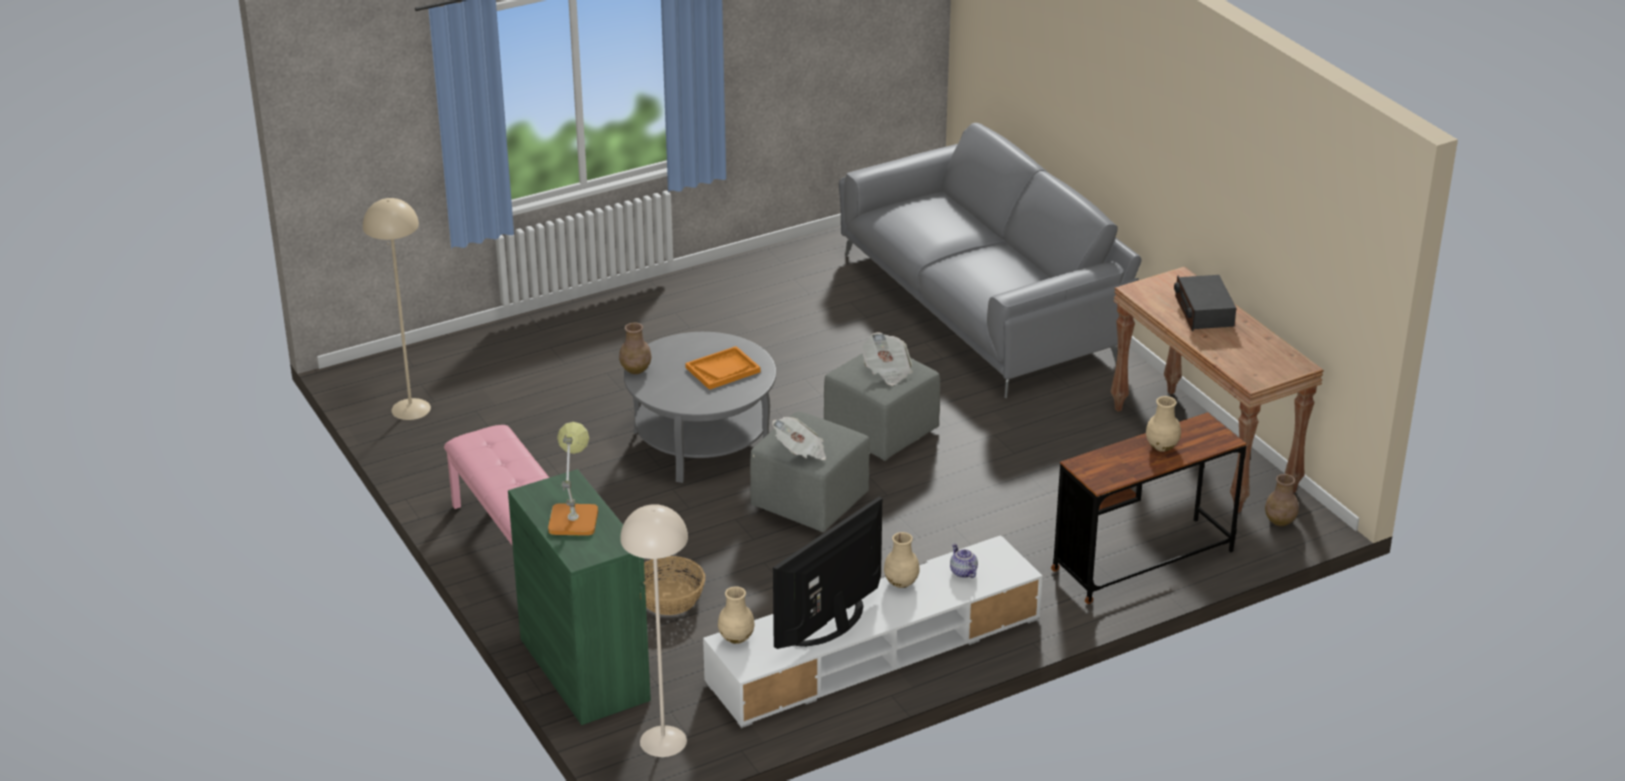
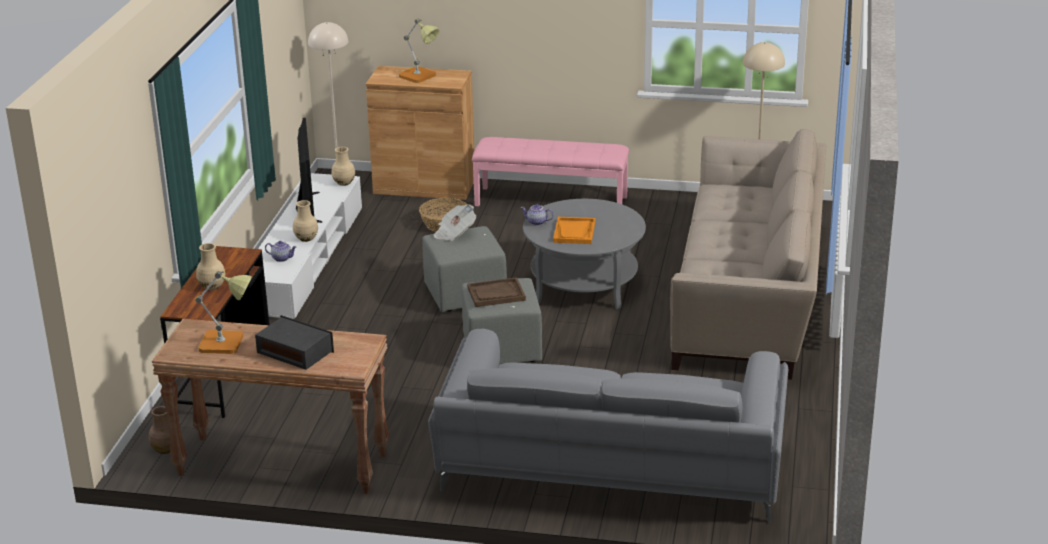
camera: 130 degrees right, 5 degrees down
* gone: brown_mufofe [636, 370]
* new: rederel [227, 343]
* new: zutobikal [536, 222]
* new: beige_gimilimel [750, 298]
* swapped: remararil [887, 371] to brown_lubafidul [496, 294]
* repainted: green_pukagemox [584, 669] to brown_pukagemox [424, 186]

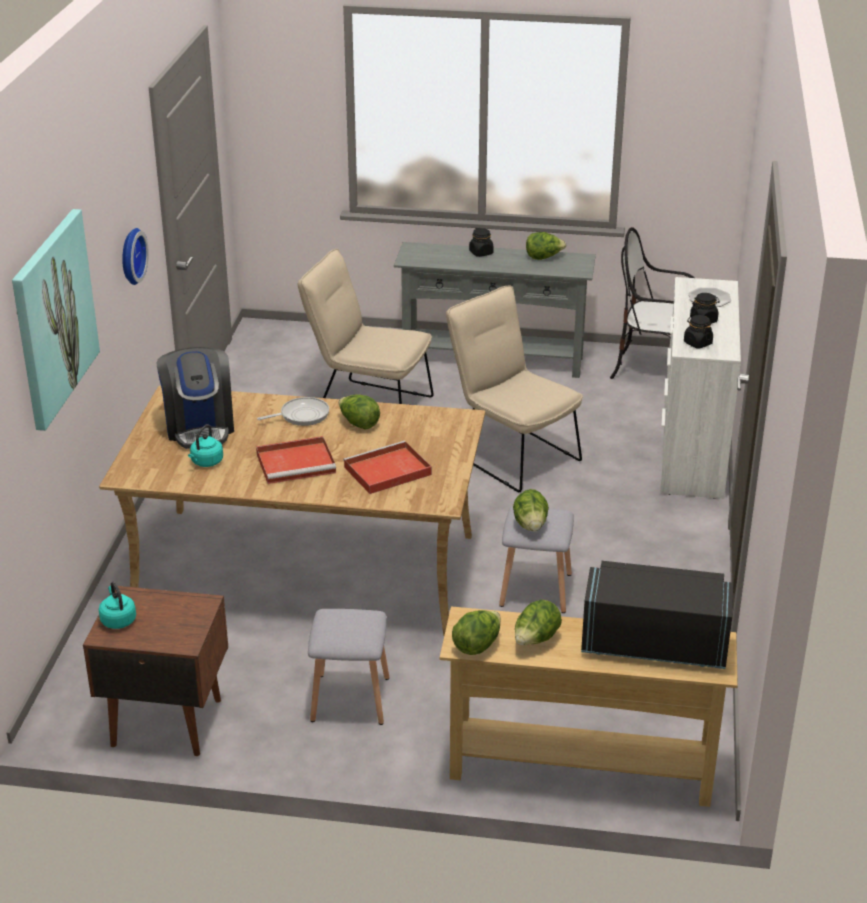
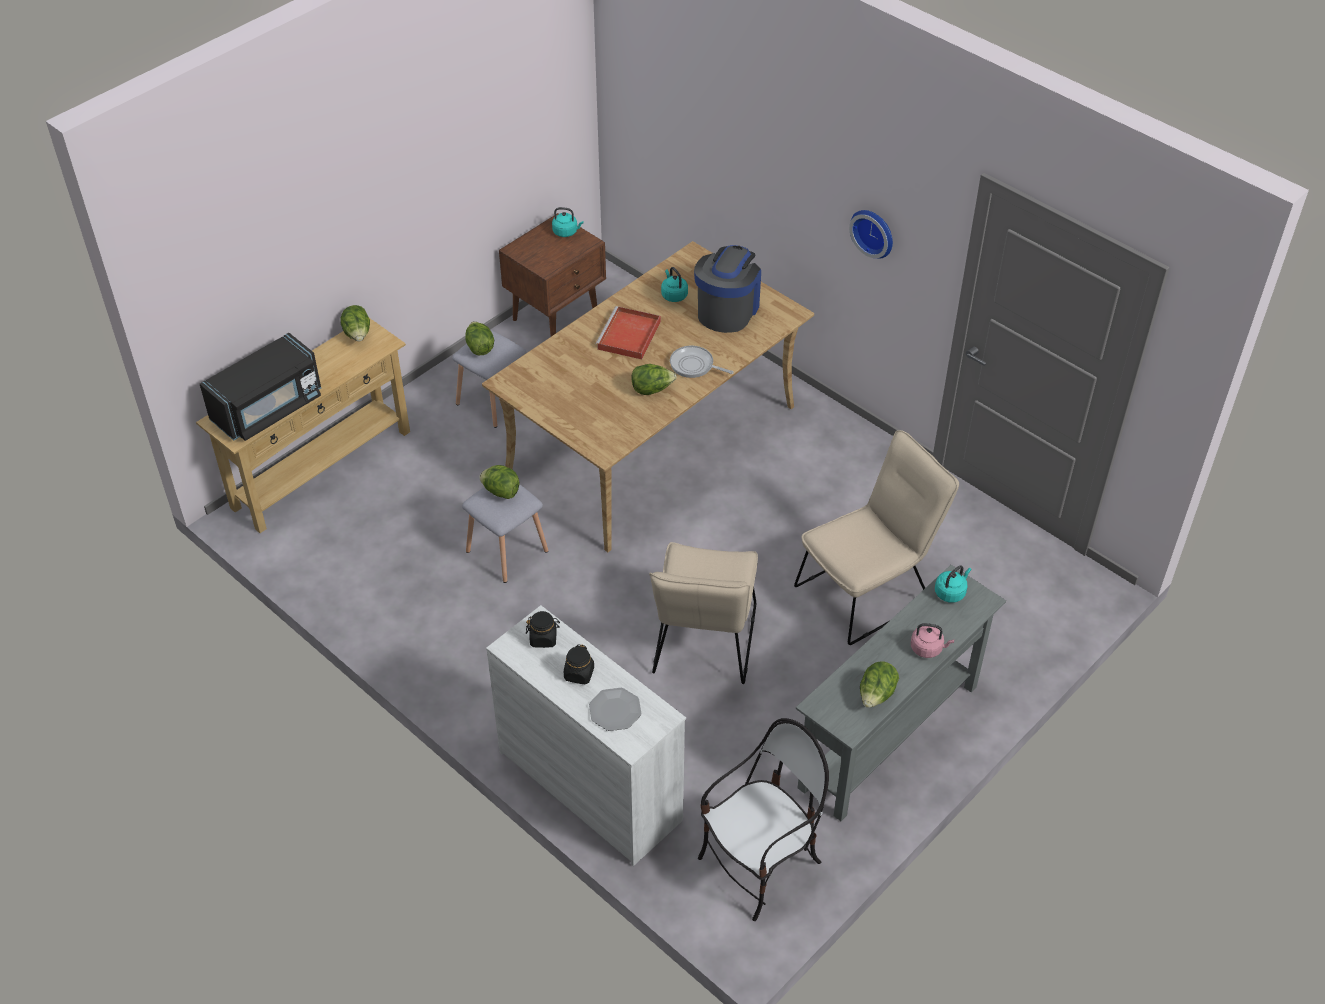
camera: 125 degrees right, 15 degrees up
* gone: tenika [53, 317]
* gone: red_lubafidul [386, 471]
* new: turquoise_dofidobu [951, 592]
* shifted: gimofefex [536, 640] to [479, 347]
* swapped: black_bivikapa [481, 253] to pink_dofidobu [928, 648]
* rotated: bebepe [200, 427] = [727, 309] 90 degrees clockwise
* rotated: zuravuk [301, 415] = [694, 365] 105 degrees clockwise
* rotated: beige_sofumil [510, 454] = [703, 646] 105 degrees clockwise

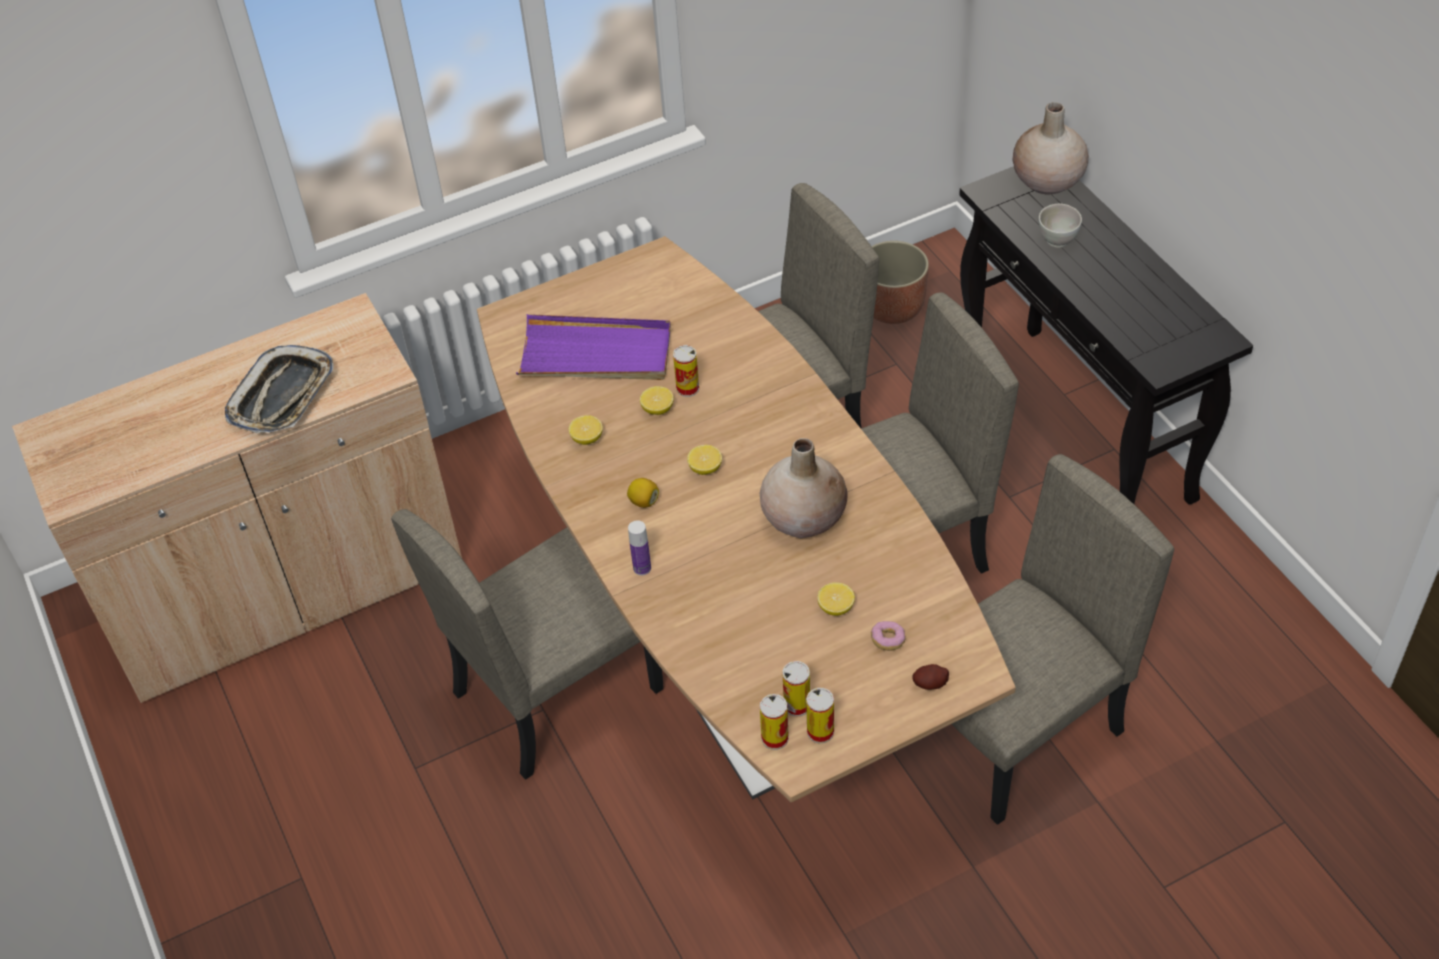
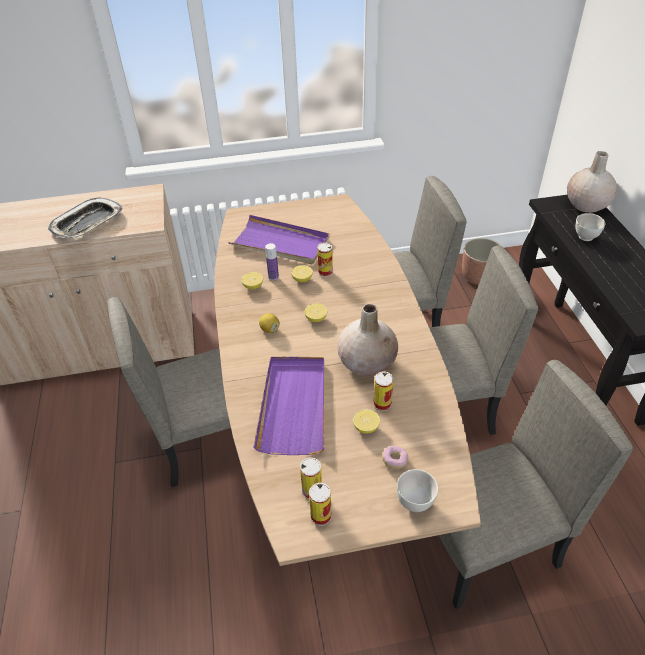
camera: 15 degrees right, 5 degrees down
* new: purple_lubafidul [294, 405]
* shifted: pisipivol [642, 568] to [273, 277]
* shifted: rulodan [775, 738] to [382, 404]
* swapped: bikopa [930, 683] to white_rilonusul [415, 502]

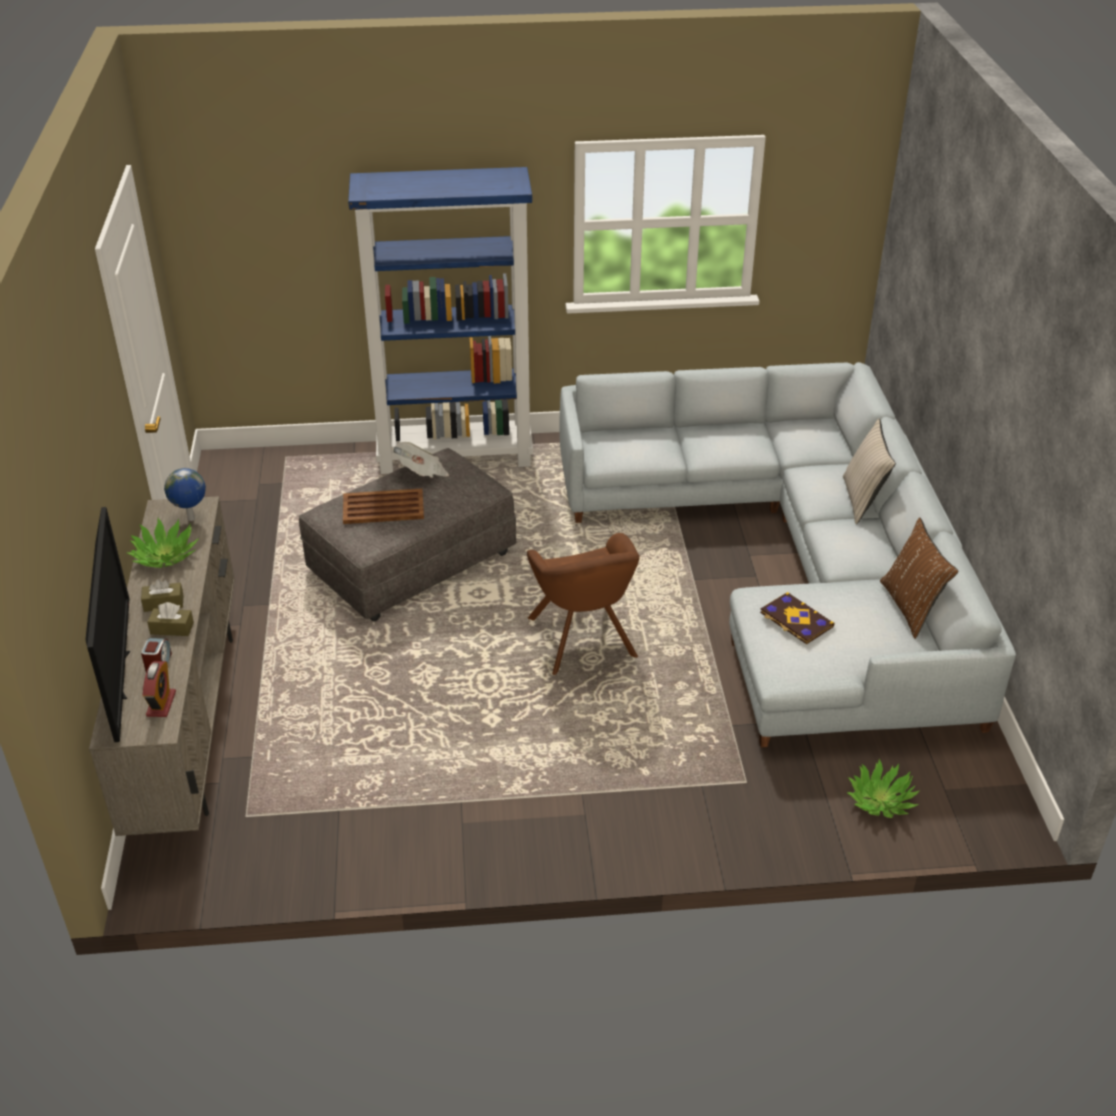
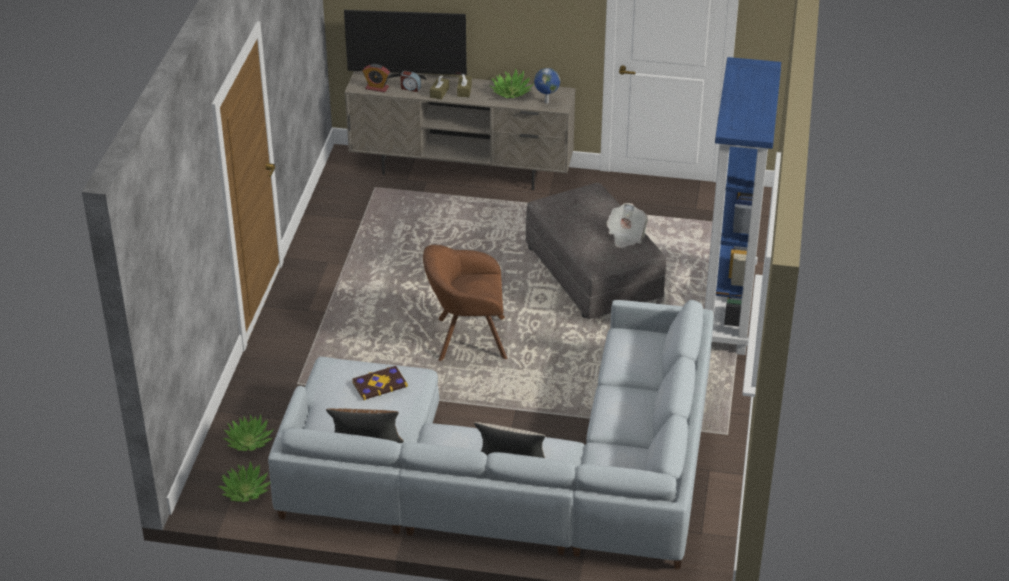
camera: 105 degrees right, 0 degrees up
* gone: brown_lubafidul [382, 507]
* new: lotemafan [245, 491]

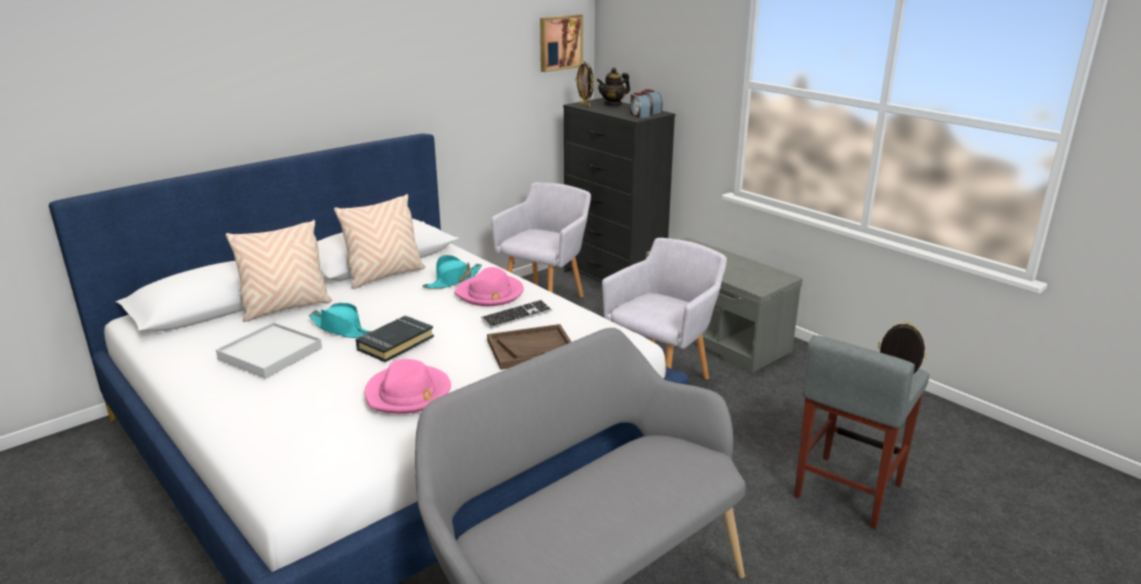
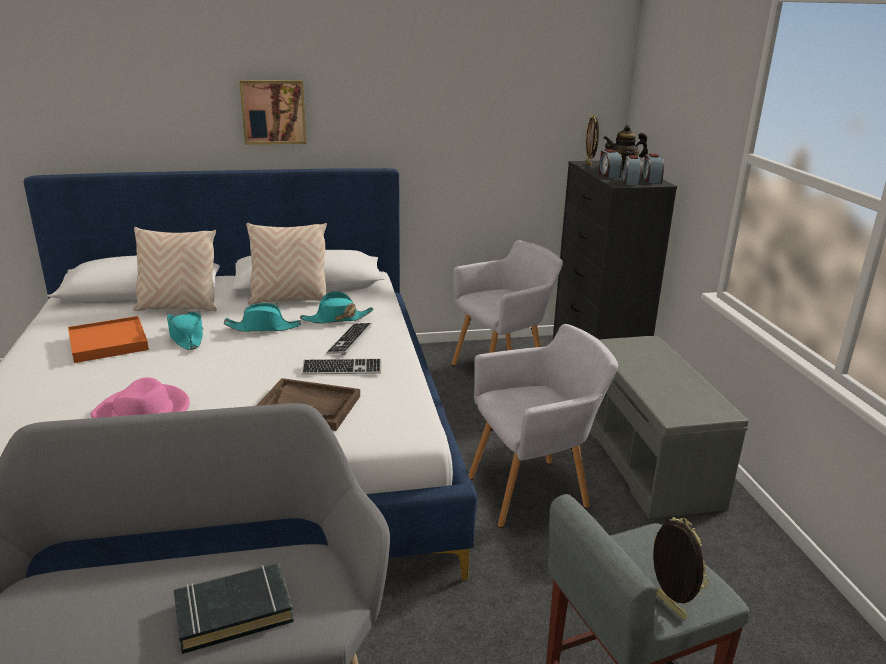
camera: 30 degrees right, 0 degrees up
* new: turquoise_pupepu [263, 327]
* new: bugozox [608, 175]
* shifted: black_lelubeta [395, 343] to [234, 612]
* shifted: tenika [559, 42] to [273, 112]
* swapped: pink_pupepu [490, 294] to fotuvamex [350, 340]
* repainted: white_lubafidul [270, 353] to orange_lubafidul [109, 343]

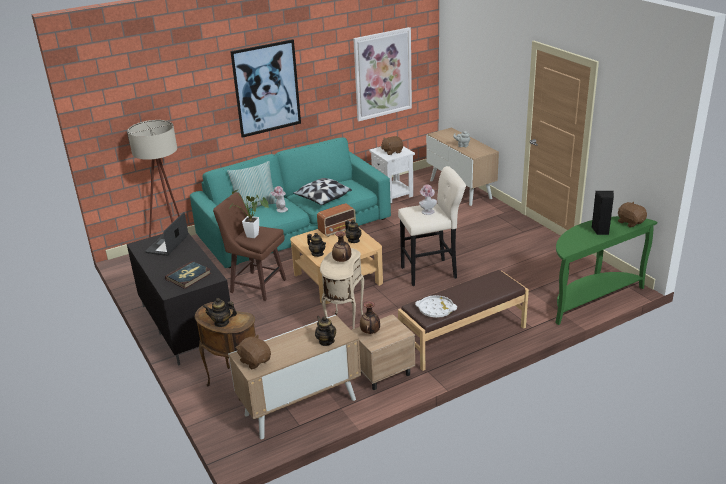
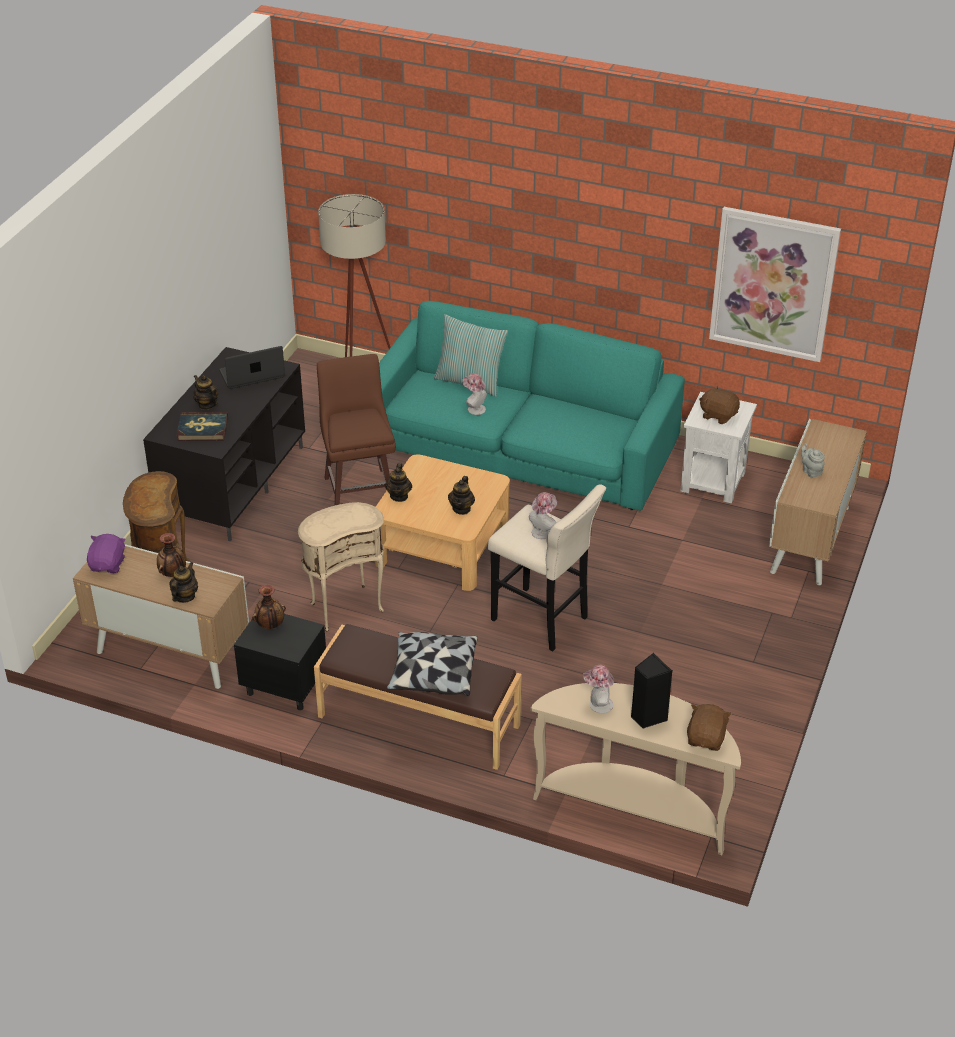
camera: 50 degrees right, 10 degrees up
* gone: lotemafan [255, 236]
* gone: tenika [266, 88]
* gone: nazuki [337, 230]
* gone: white_lubafidul [436, 309]
* new: pupepu [598, 705]
* shifted: zutobikal [221, 323] to [207, 405]
* shifted: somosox [322, 199] to [432, 674]
* shifted: mufofe [342, 261] to [173, 573]
* repainted: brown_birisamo [255, 361] to purple_birisamo [108, 565]
* repainted: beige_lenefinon [382, 373] to black_lenefinon [283, 686]
* repainted: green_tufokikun [590, 299] to beige_tufokikun [634, 808]

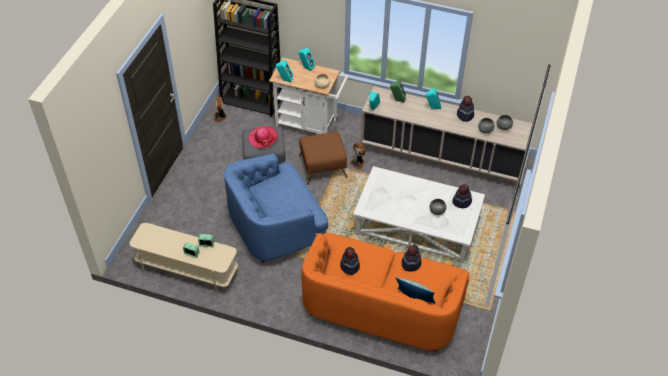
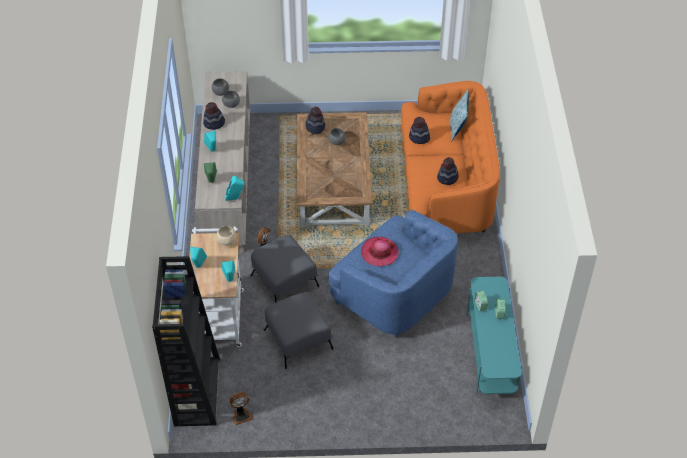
camera: 110 degrees left, 0 degrees up
* shifted: pupepu [263, 138] to [379, 253]
* repainted: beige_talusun [187, 270] to turquoise_talusun [490, 352]
* repainted: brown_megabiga [323, 166] to grey_megabiga [284, 280]
* repainted: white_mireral [416, 225] to brown_mireral [334, 182]

